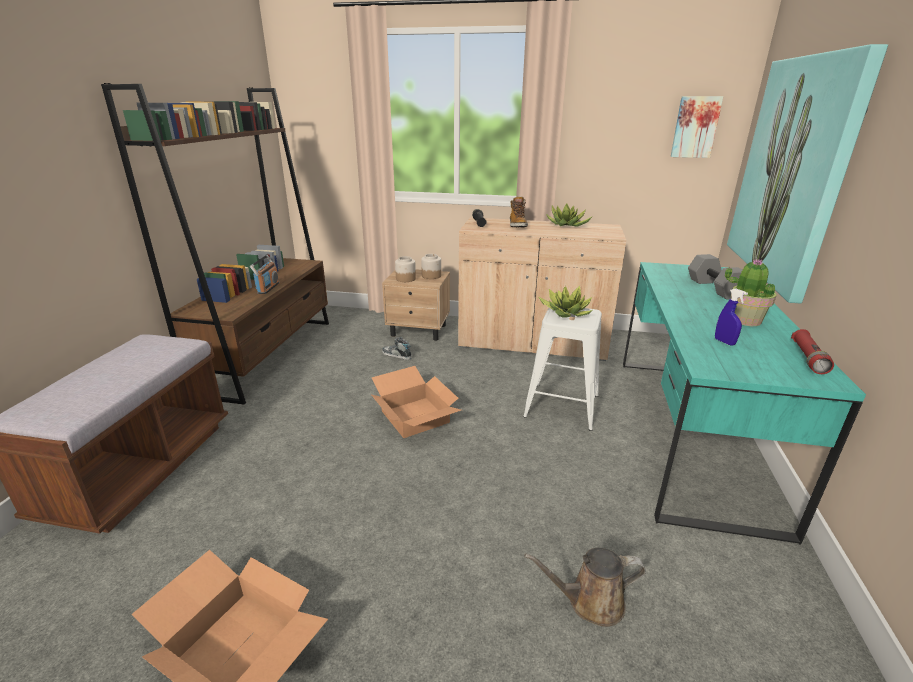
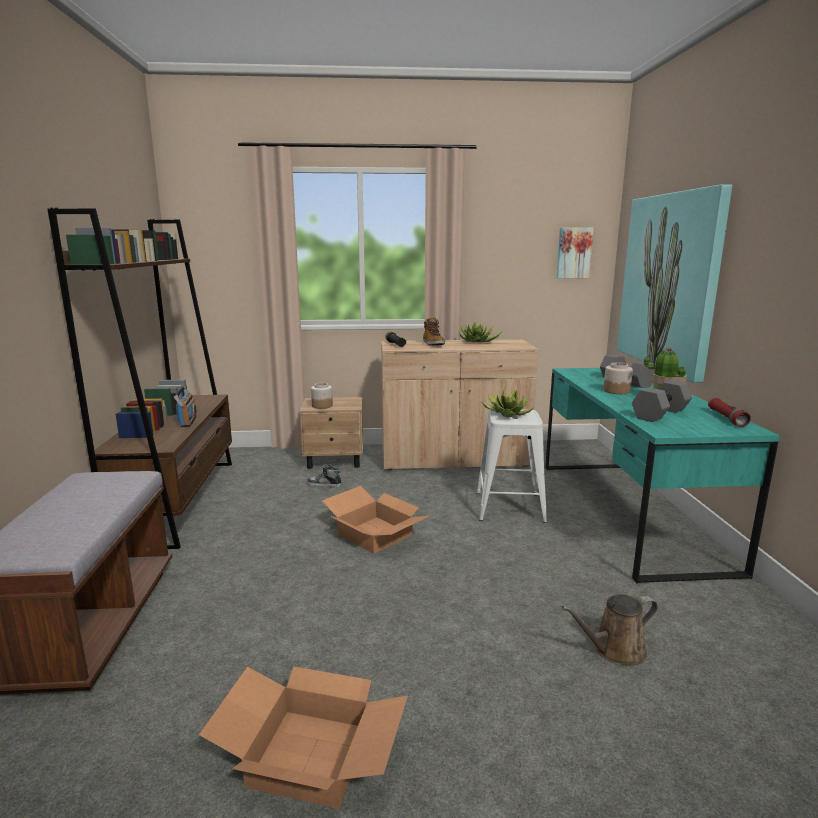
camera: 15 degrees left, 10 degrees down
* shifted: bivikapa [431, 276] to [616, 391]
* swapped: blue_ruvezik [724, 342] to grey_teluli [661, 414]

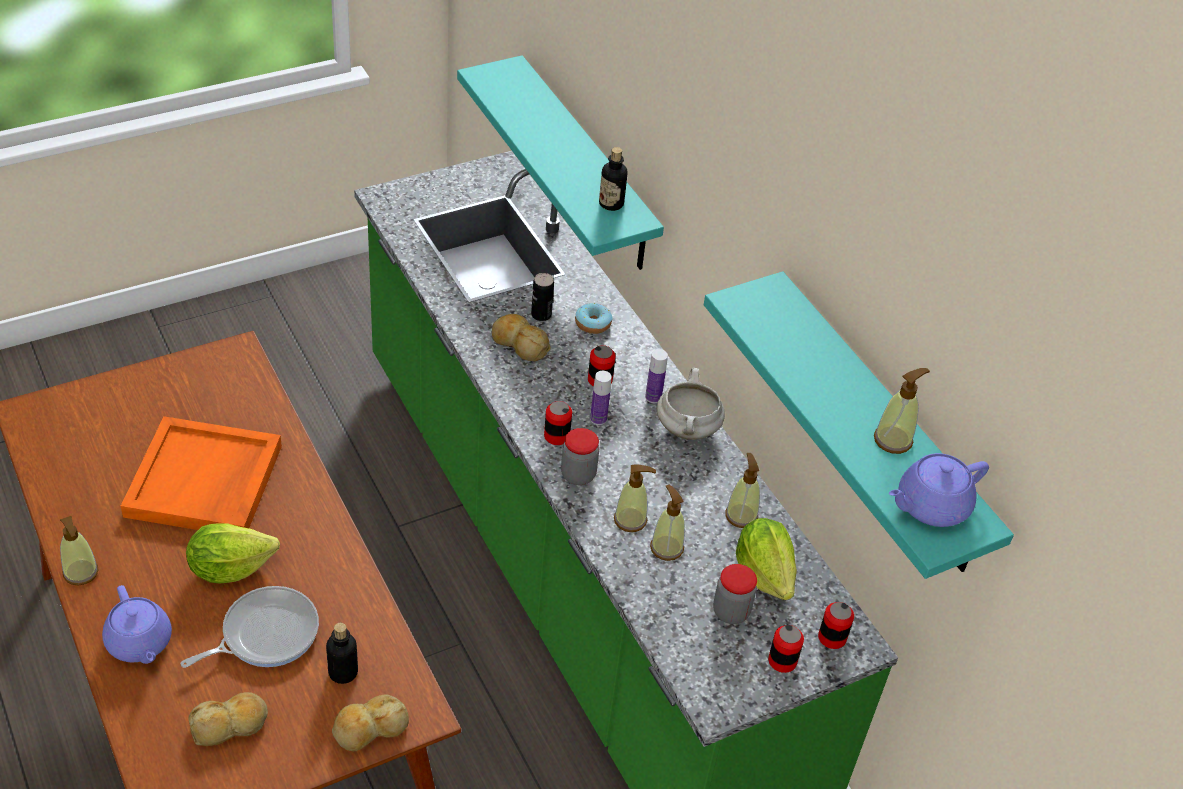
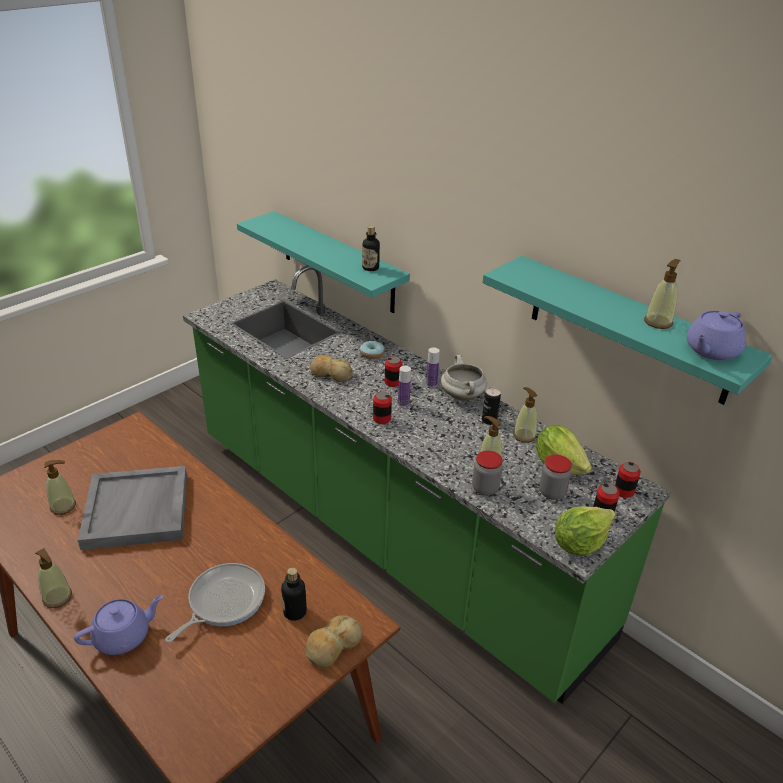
camera: 15 degrees left, 10 degrees down
* gone: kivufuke [230, 725]
* shifted: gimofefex [230, 568] to [579, 543]
* shifted: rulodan [541, 315] to [489, 420]
* shifted: bivikapa [578, 475] to [485, 488]
* shifted: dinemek [630, 520] to [63, 506]
* repainted: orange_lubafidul [205, 482] to grey_lubafidul [137, 511]
* rotated: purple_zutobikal [139, 643] = [123, 636] 75 degrees counterclockwise

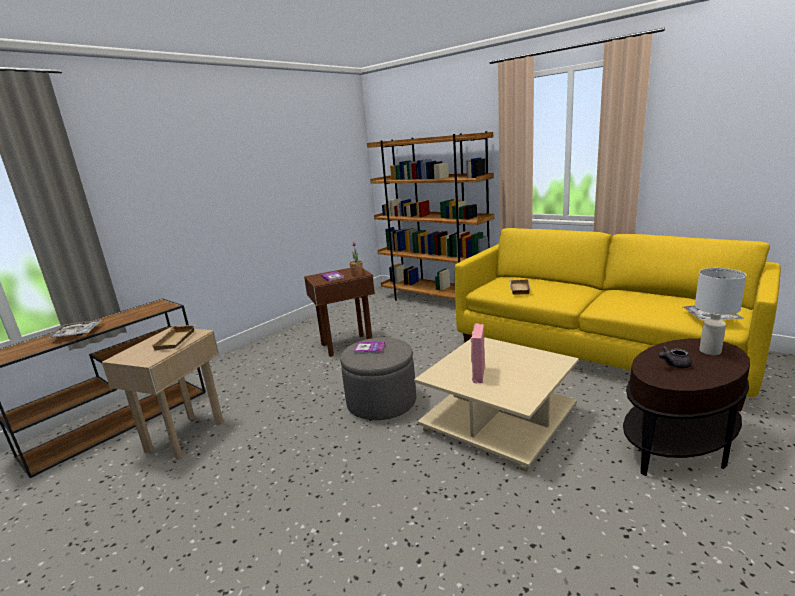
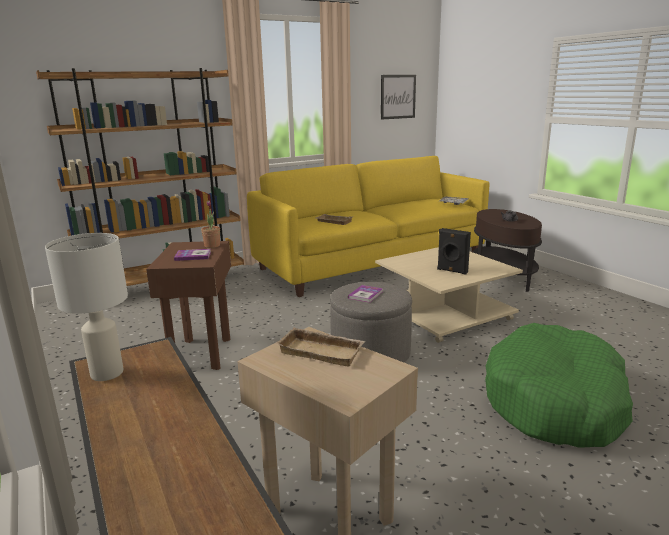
camera: 70 degrees left, 0 degrees up
* gone: lubafidul [77, 333]
* new: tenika [398, 96]
* new: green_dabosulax [555, 402]
* shifted: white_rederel [709, 351] to [106, 373]
* repainted: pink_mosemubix [478, 374] to black_mosemubix [452, 271]

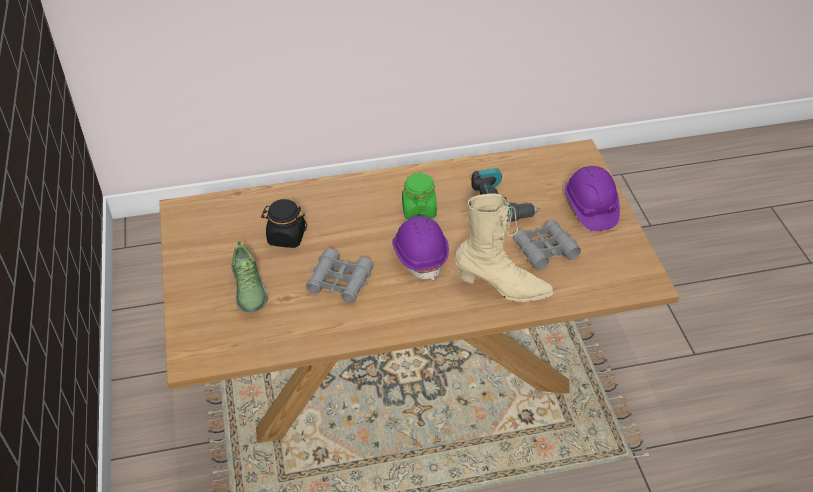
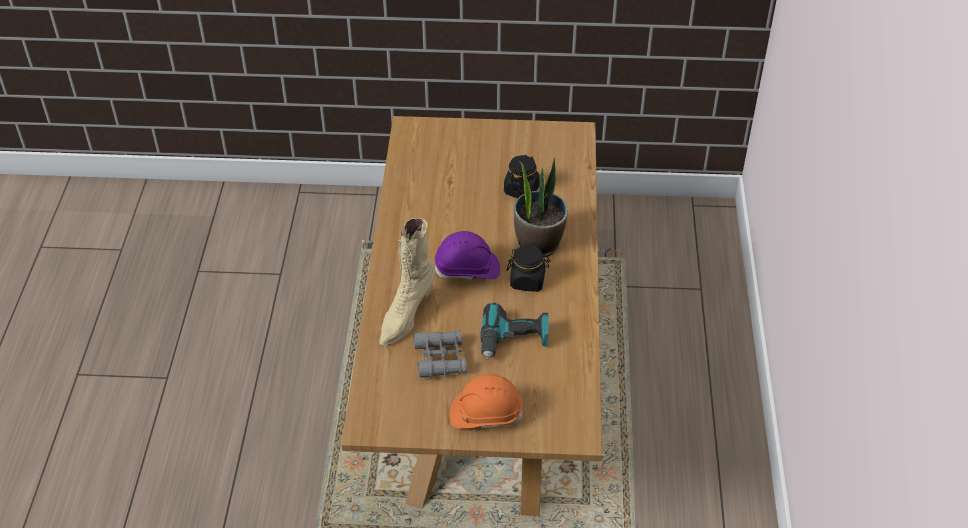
camera: 105 degrees right, 0 degrees up
* gone: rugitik [248, 289]
* gone: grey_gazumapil [340, 282]
* new: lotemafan [538, 243]
* repainted: green_bivikapa [418, 210] to black_bivikapa [527, 280]
* repainted: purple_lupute [590, 208] to orange_lupute [485, 414]

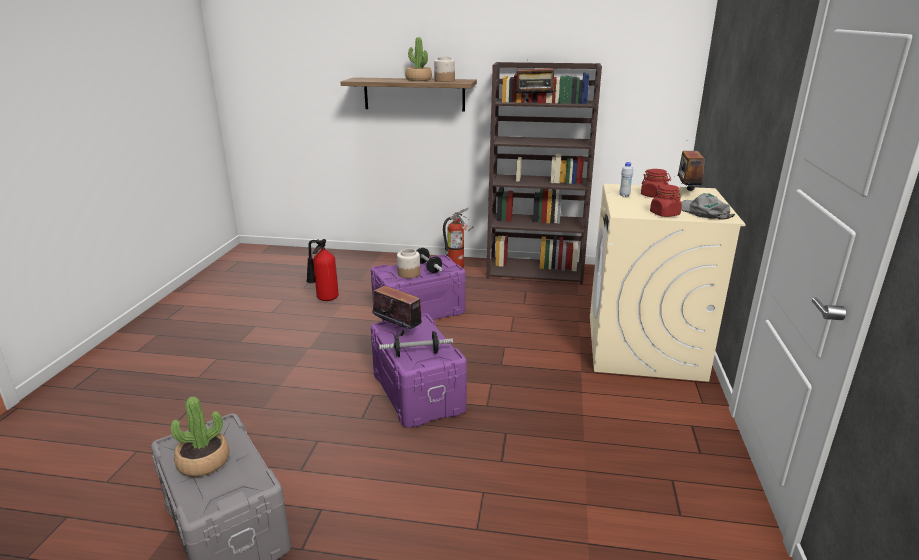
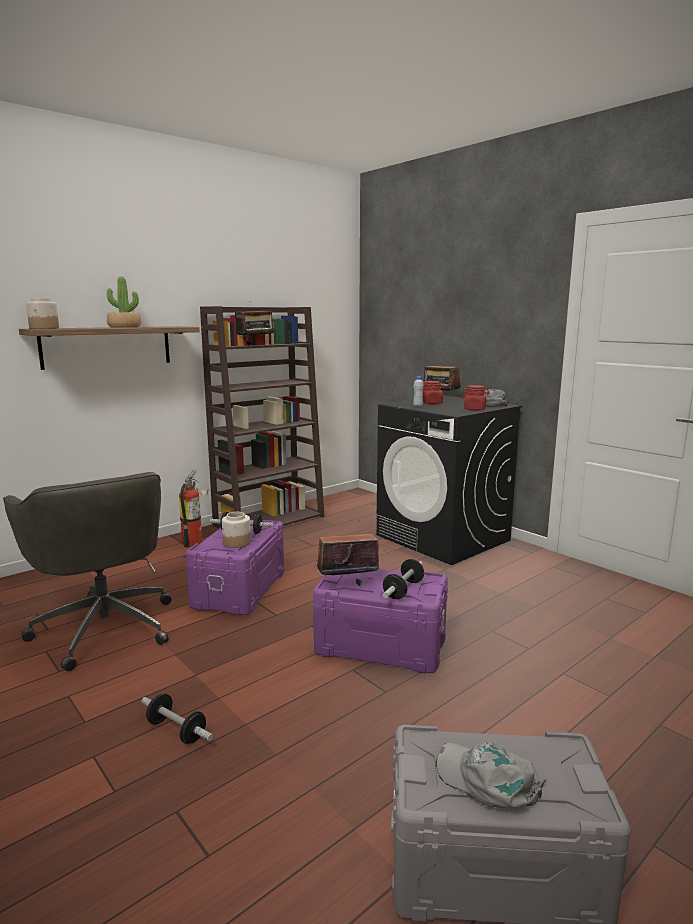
camera: 50 degrees left, 10 degrees down
* new: teluli [176, 731]
* shifted: bivikapa [444, 81] to [44, 328]
* swapped: lotemafan [204, 462] to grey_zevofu [488, 780]
* swapped: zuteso [324, 299] to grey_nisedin [104, 626]
* repainted: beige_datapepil [644, 347] to black_datapepil [443, 538]

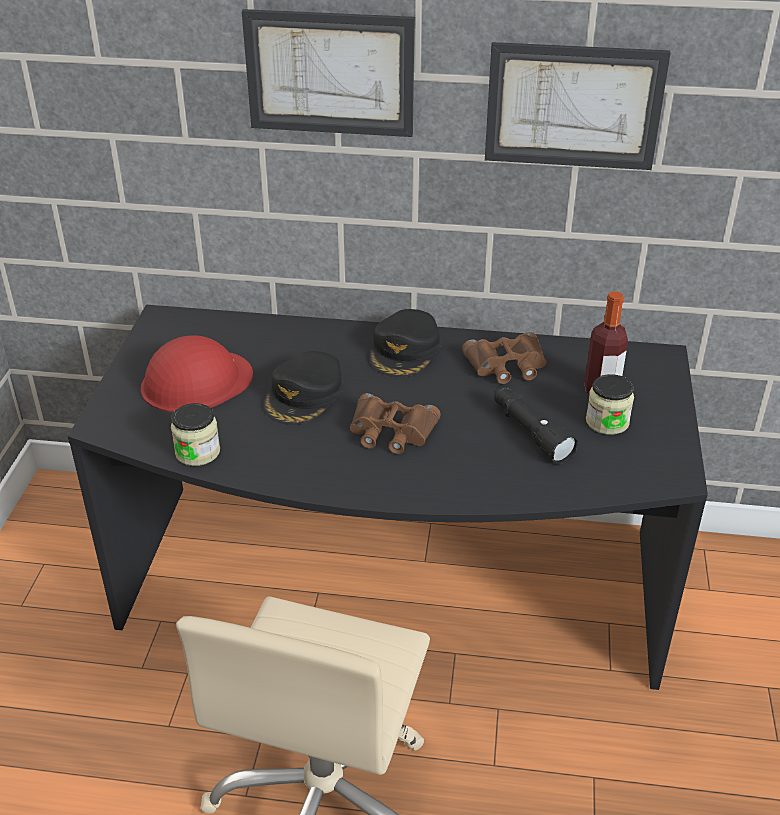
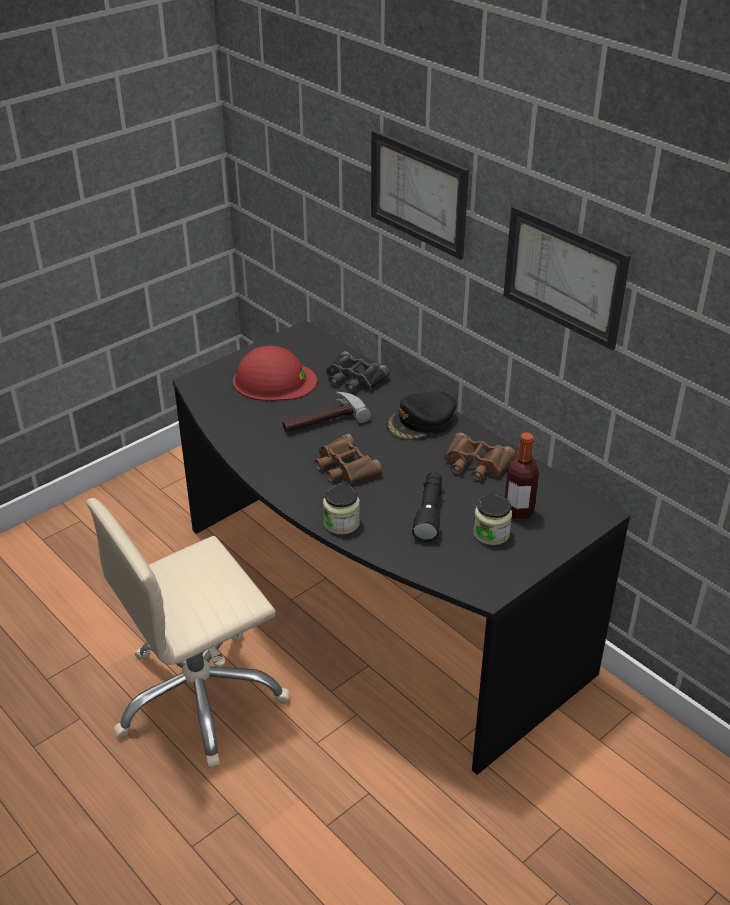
camera: 40 degrees right, 0 degrees up
* new: black_gazumapil [354, 379]
* shifted: bivikapa [197, 452] to [341, 523]
* swapped: black_zevofu [304, 396] to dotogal [323, 420]

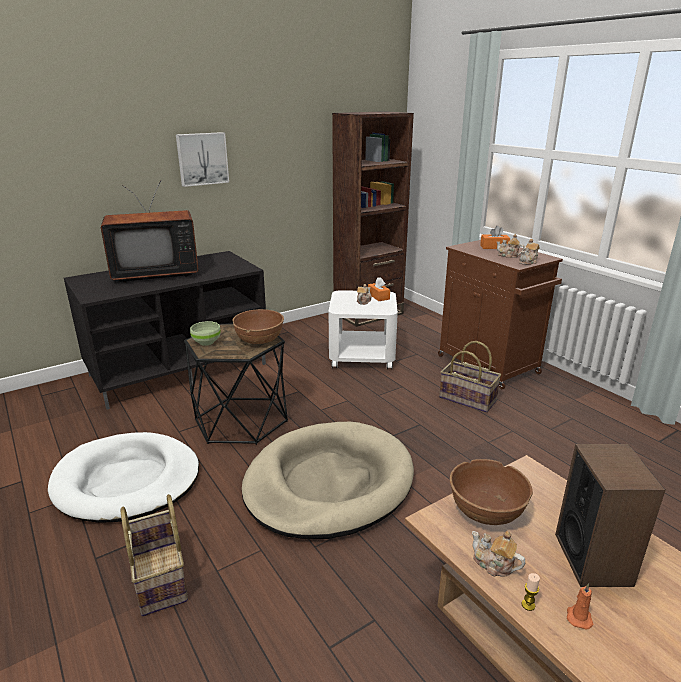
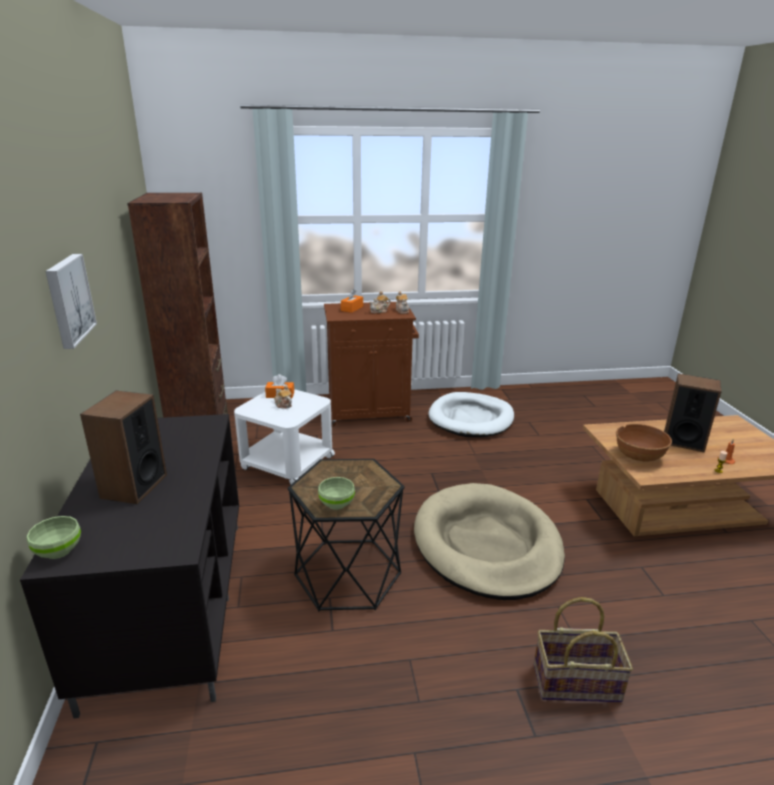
camera: 65 degrees left, 0 degrees up
* gone: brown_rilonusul [259, 340]
* gone: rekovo [468, 399]
* gone: zutobikal [494, 564]
* new: green_rilonusul [59, 550]
* shifted: white_dabosulax [127, 481] to [471, 418]
* swapped: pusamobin [155, 273] to mosemubix [133, 486]

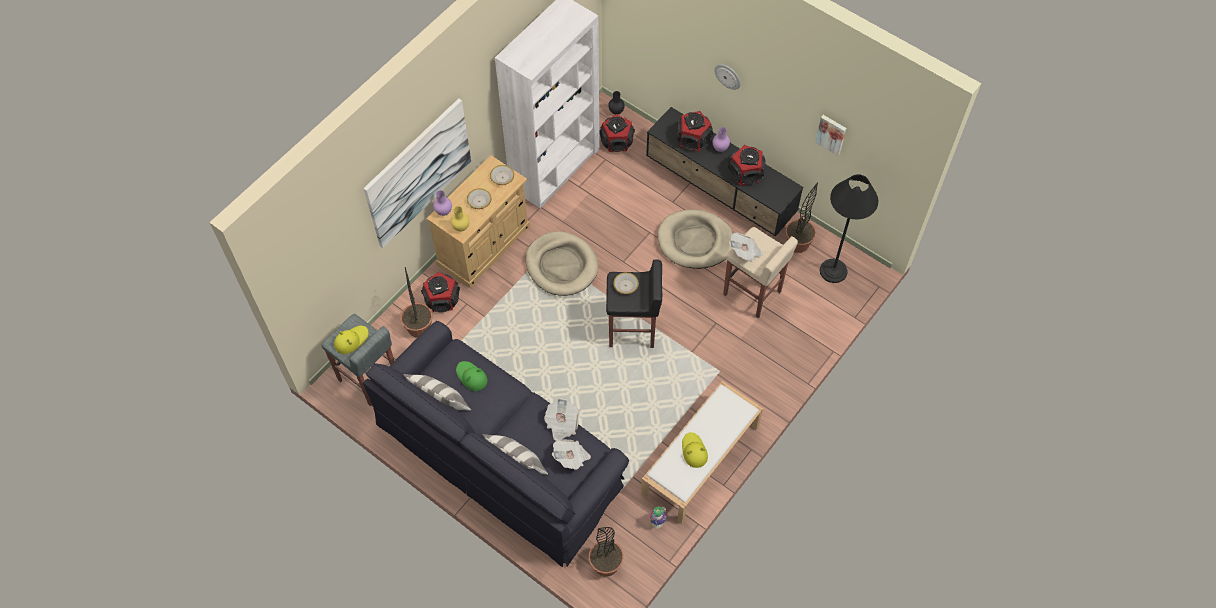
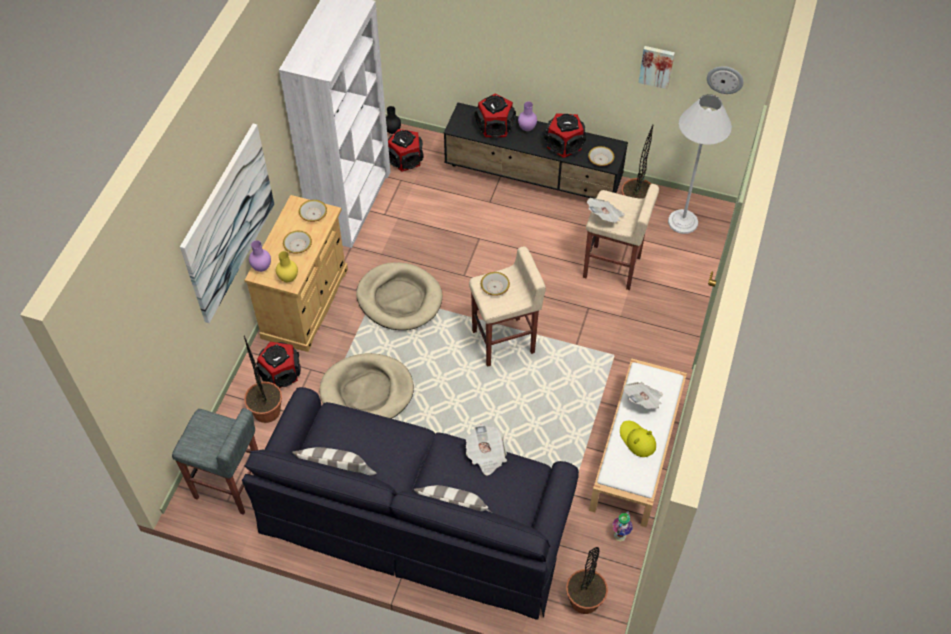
camera: 20 degrees left, 5 degrees down
* gone: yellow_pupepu [351, 340]
* gone: green_pupepu [471, 377]
* new: rilonusul [600, 159]
* shifted: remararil [571, 458] to [643, 400]
* shifted: beige_dabosulax [695, 241] to [367, 392]
* shifted: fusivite [728, 76] to [725, 79]
* repainted: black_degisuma [632, 330] to beige_degisuma [504, 342]
* repainted: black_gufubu [833, 271] to white_gufubu [683, 222]

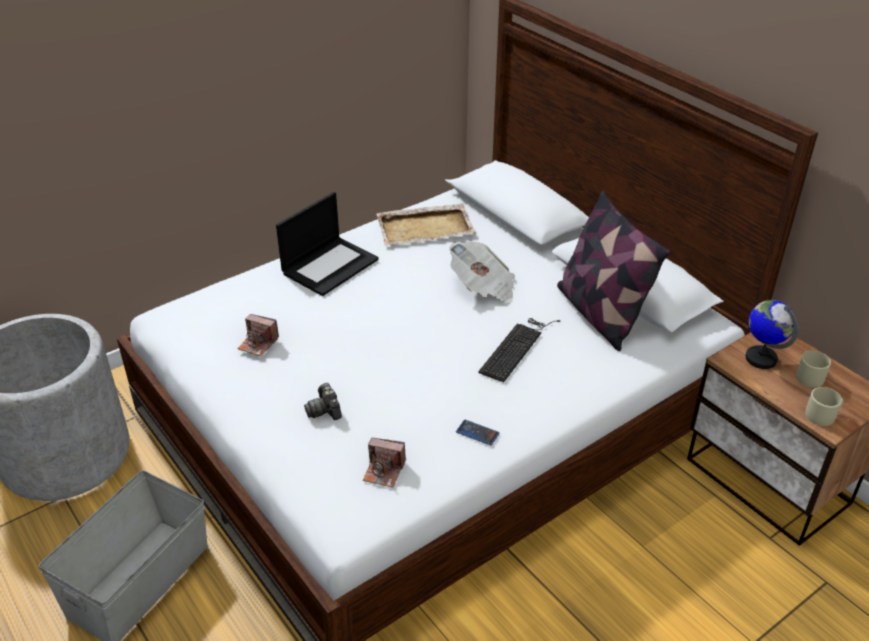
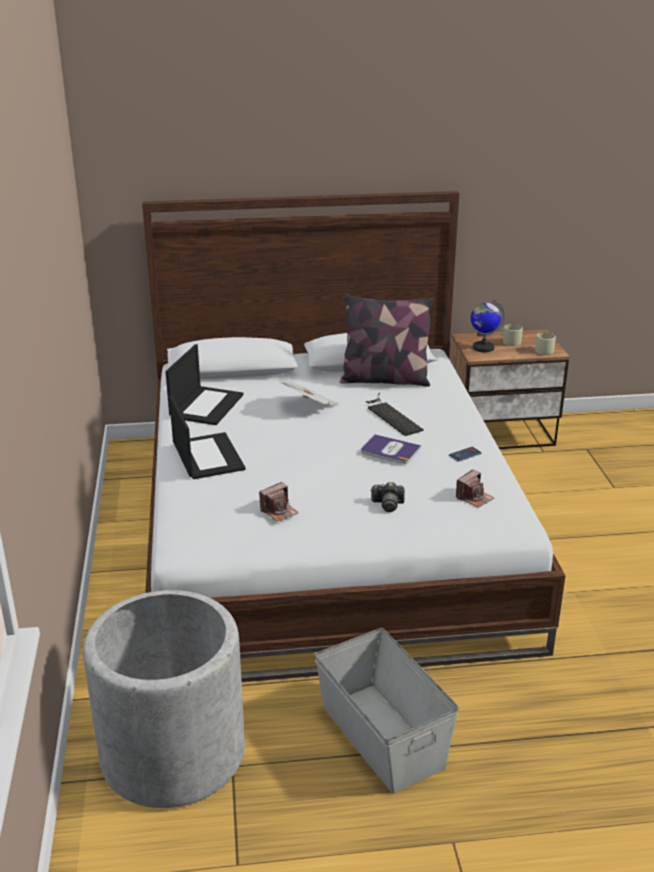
camera: 60 degrees left, 10 degrees down
* new: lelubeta [390, 450]
* swapped: beige_lubafidul [426, 228] to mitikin [206, 405]

